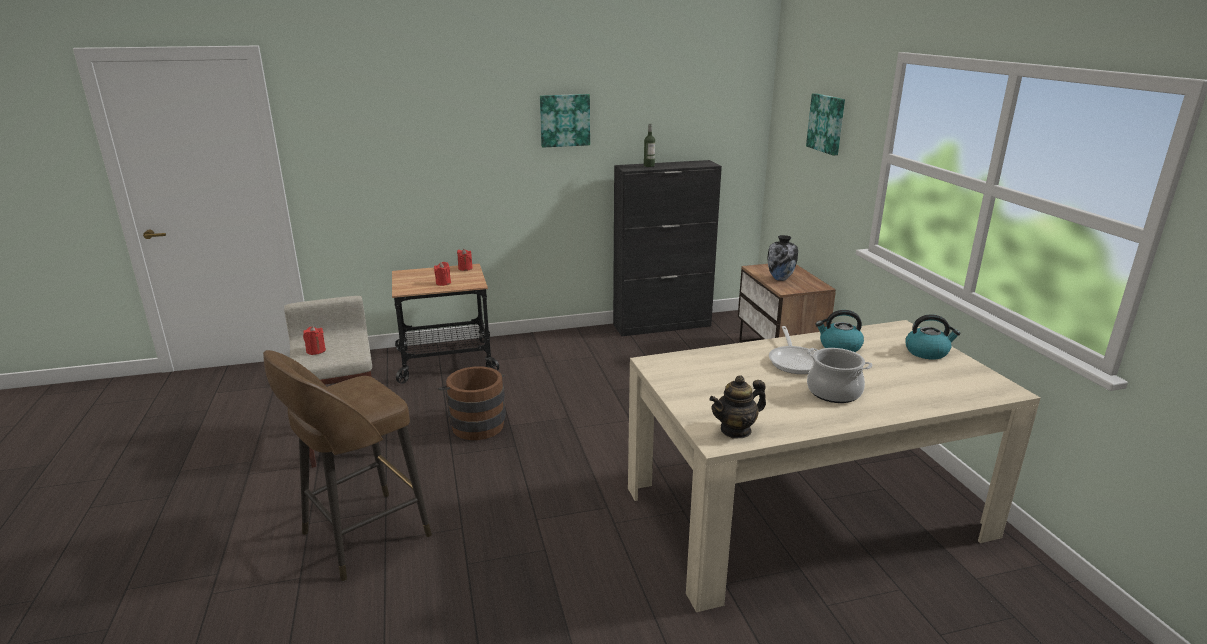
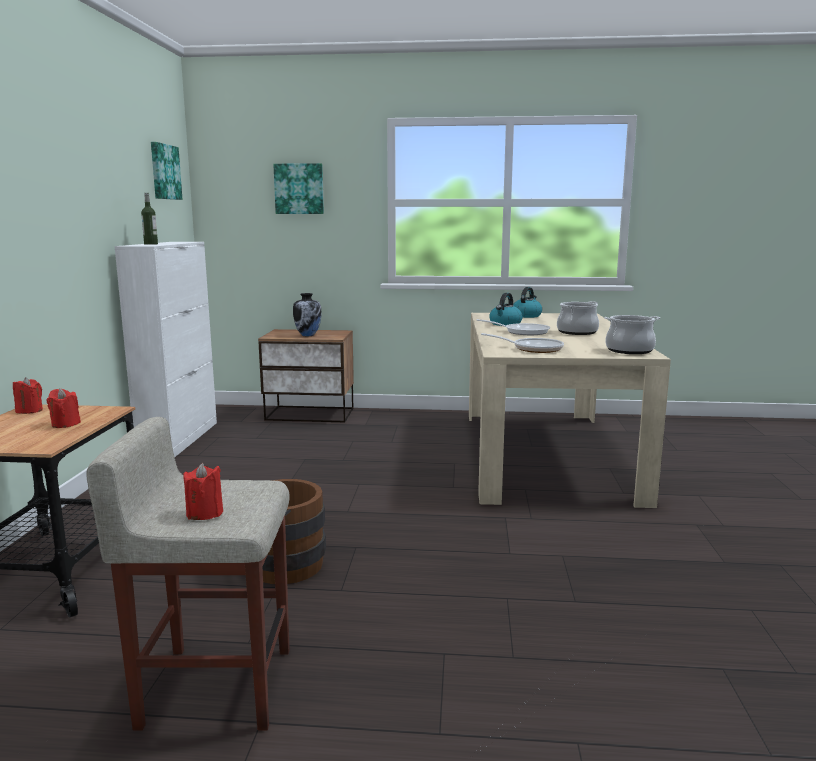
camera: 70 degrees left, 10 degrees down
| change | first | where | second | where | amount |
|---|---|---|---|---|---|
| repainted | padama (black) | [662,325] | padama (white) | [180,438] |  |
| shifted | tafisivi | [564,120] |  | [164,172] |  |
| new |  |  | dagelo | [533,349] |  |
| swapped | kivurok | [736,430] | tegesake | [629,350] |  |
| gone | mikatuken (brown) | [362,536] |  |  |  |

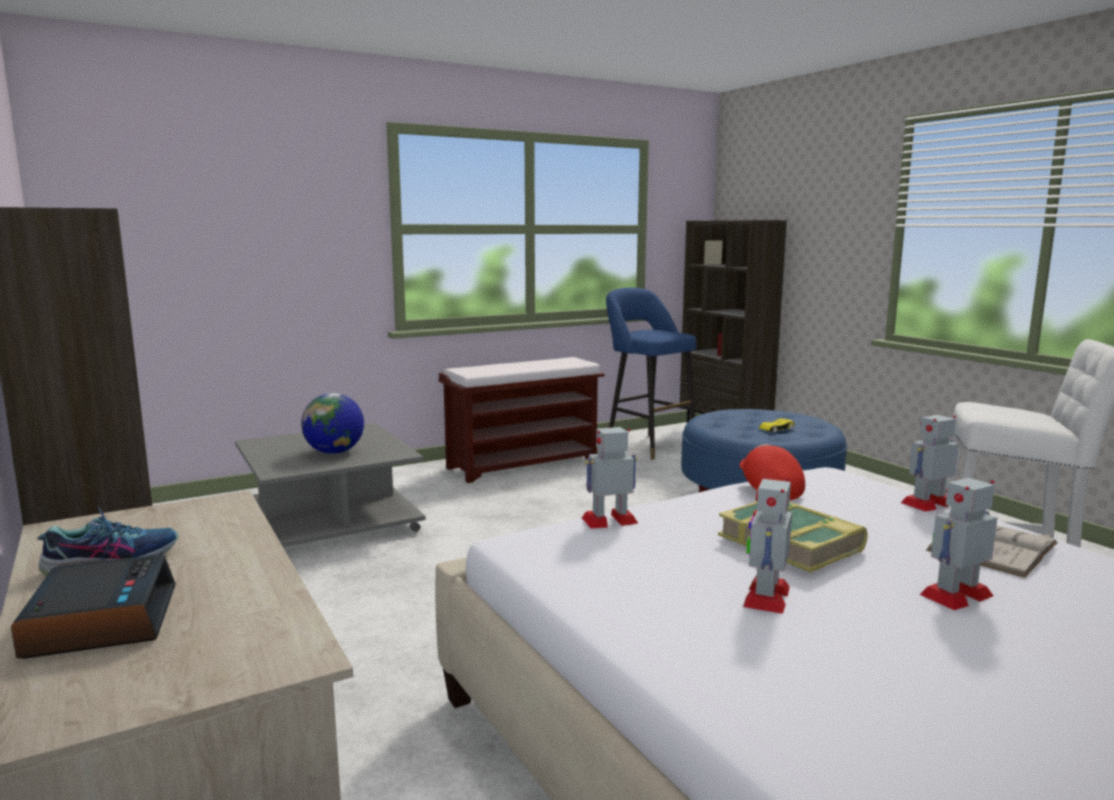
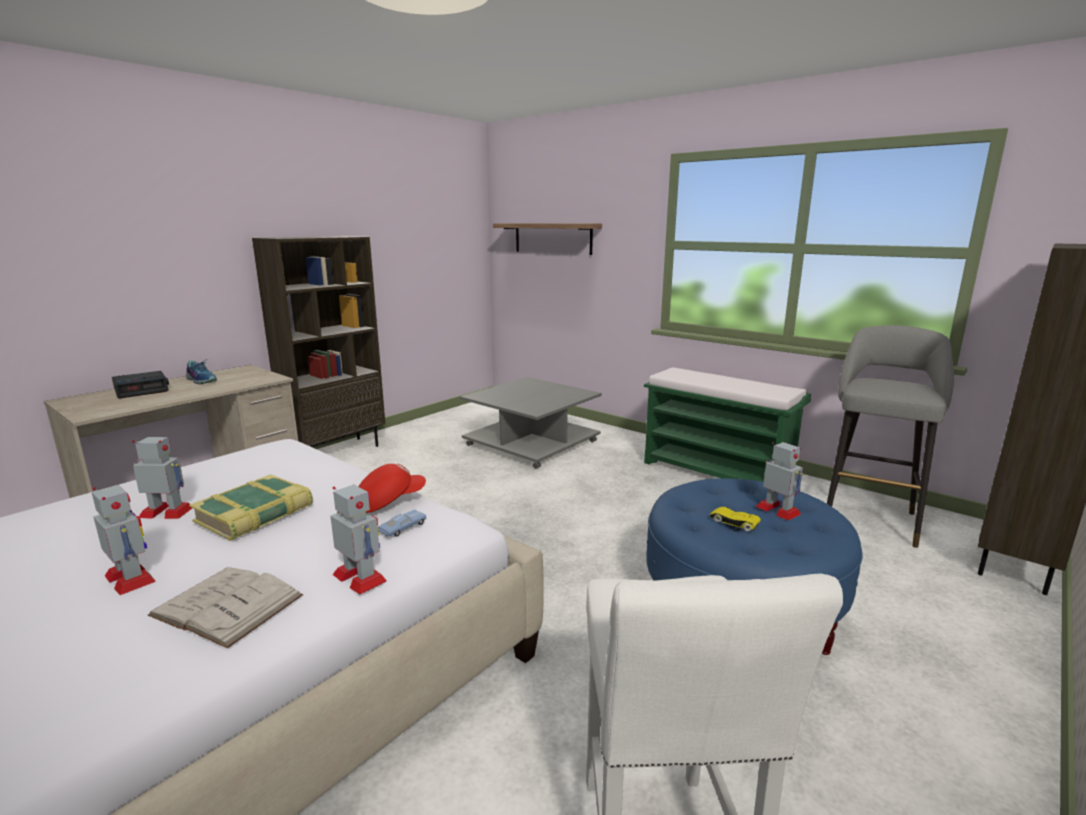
camera: 70 degrees right, 5 degrees up
| change | first | where | second | where | amount |
|---|---|---|---|---|---|
| new |  |  | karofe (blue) | [403,528] |  |
| new |  |  | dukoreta | [552,238] |  |
| repainted | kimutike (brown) | [524,464] | kimutike (green) | [717,472] |  |
| shifted | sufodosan | [610,520] |  | [778,510] |  |
| repainted | mikatuken (blue) | [647,445] | mikatuken (grey) | [869,517] |  |
| gone | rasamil | [334,452] |  |  |  |

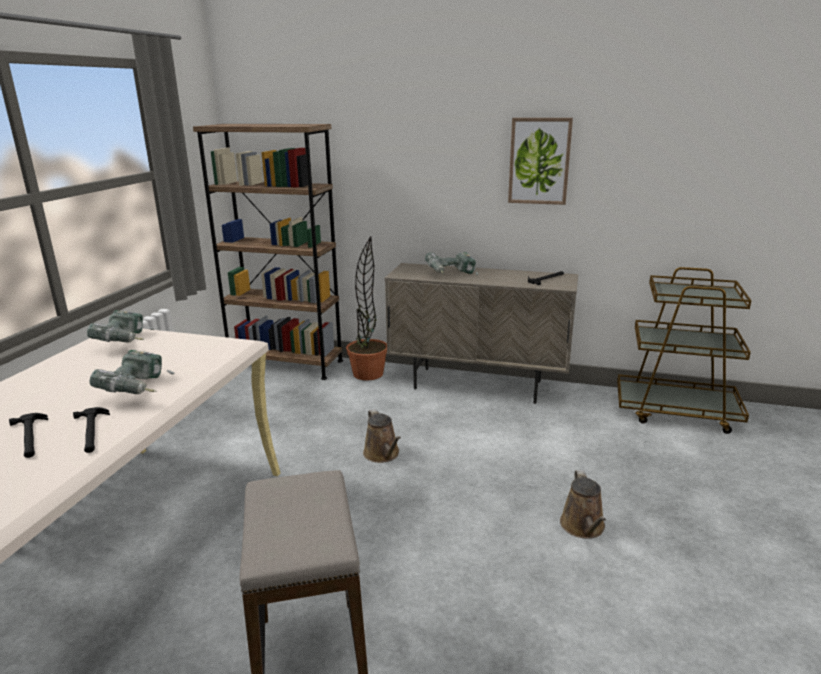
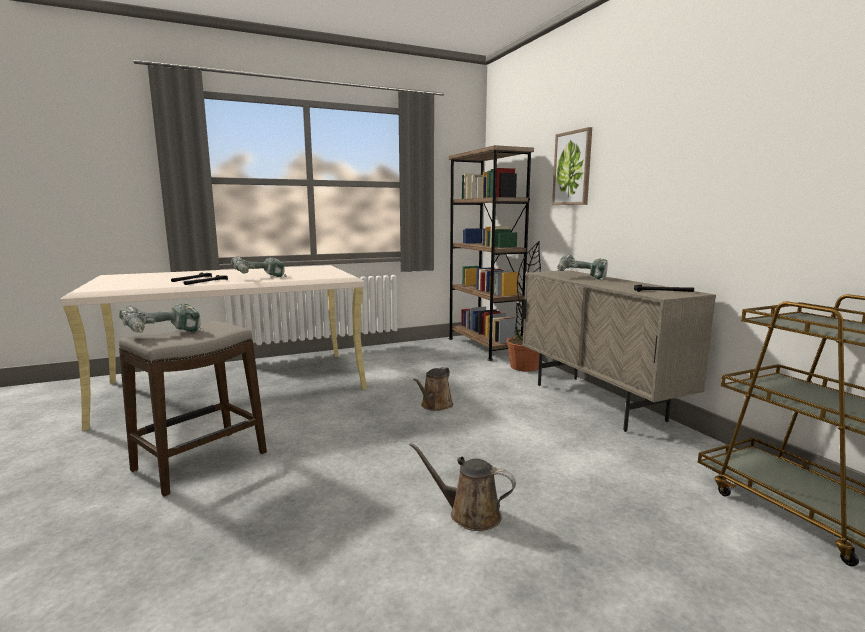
camera: 50 degrees right, 10 degrees down
| change | first | where | second | where | amount |
|---|---|---|---|---|---|
| shifted | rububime | [126,342] |  | [164,335] |  |
| rotated | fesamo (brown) | [583,527] |  | [469,514] | 60 degrees clockwise |
| shifted | tafisivi | [539,161] |  | [572,168] |  |

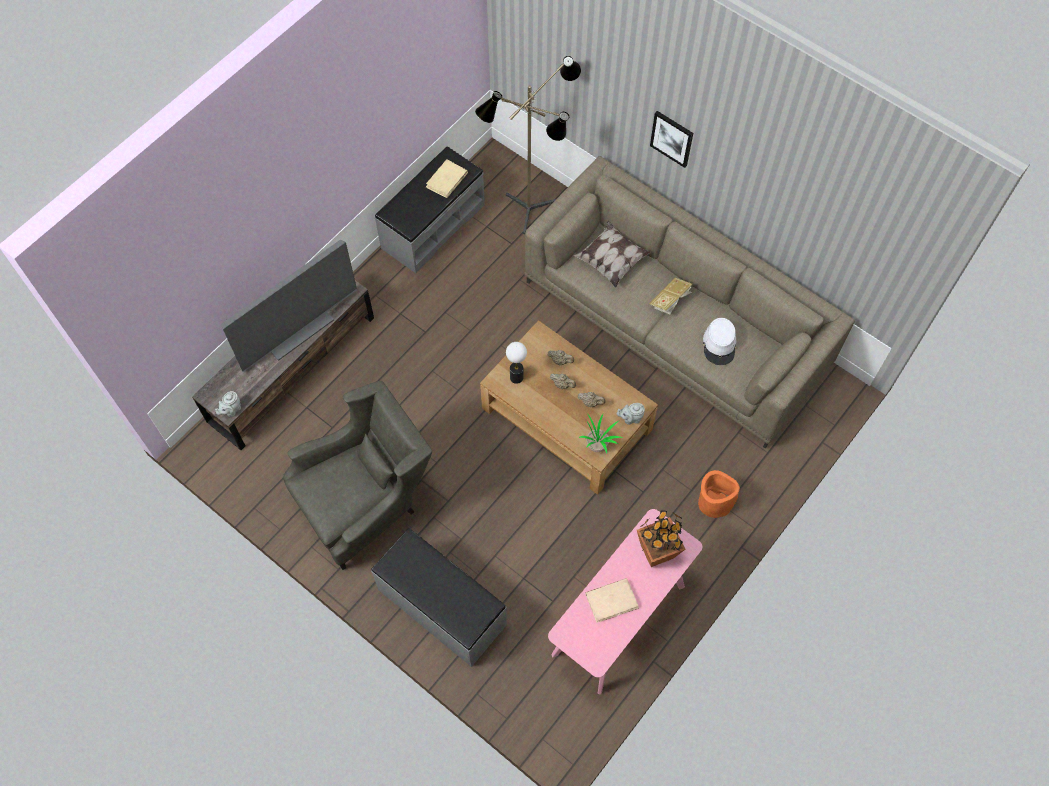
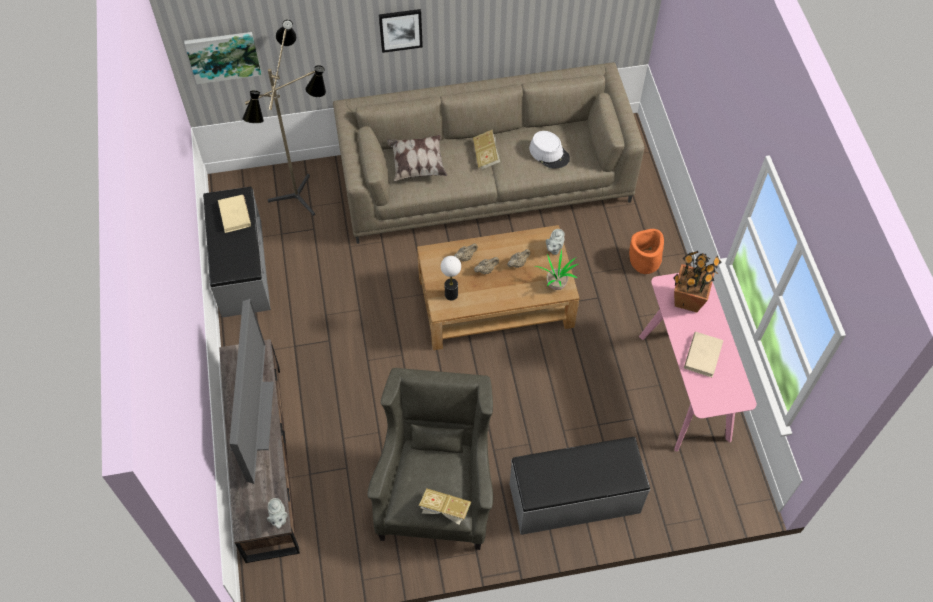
camera: 50 degrees left, 5 degrees down
| change | first | where | second | where | amount |
|---|---|---|---|---|---|
| new |  |  | tafisivi | [223,56] |  |
| new |  |  | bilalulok | [444,510] |  |

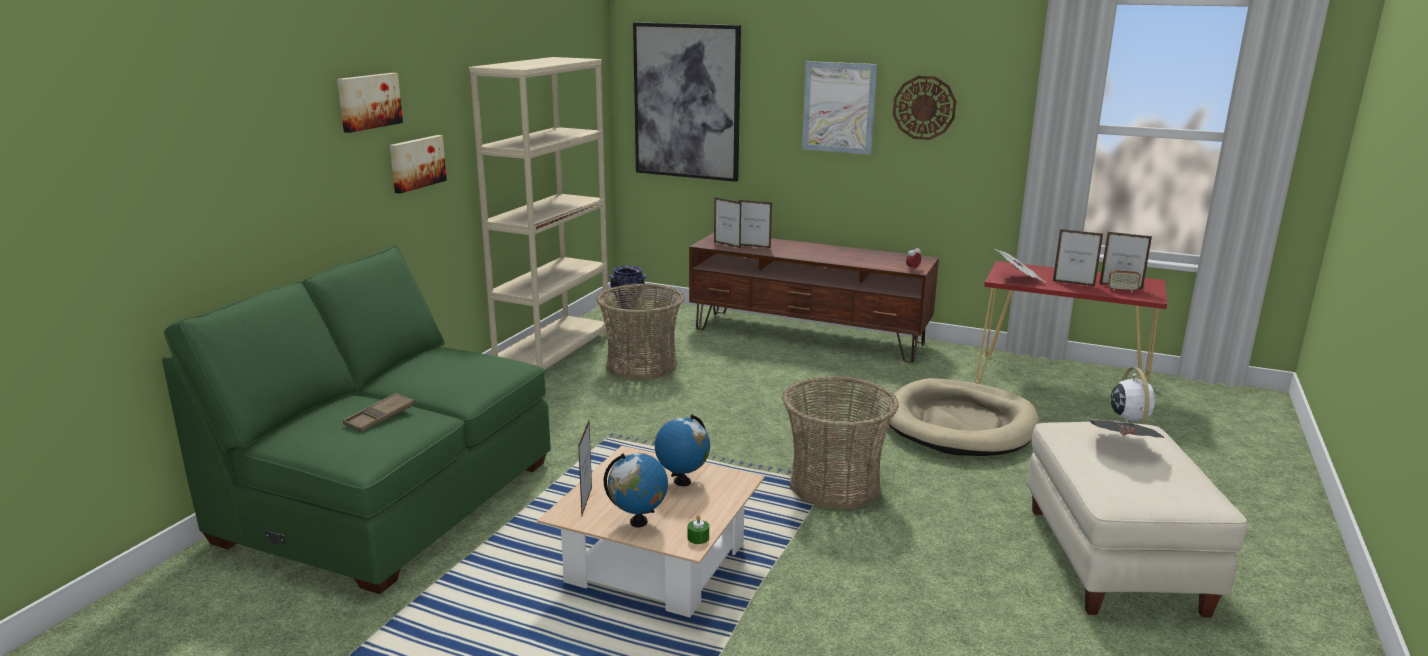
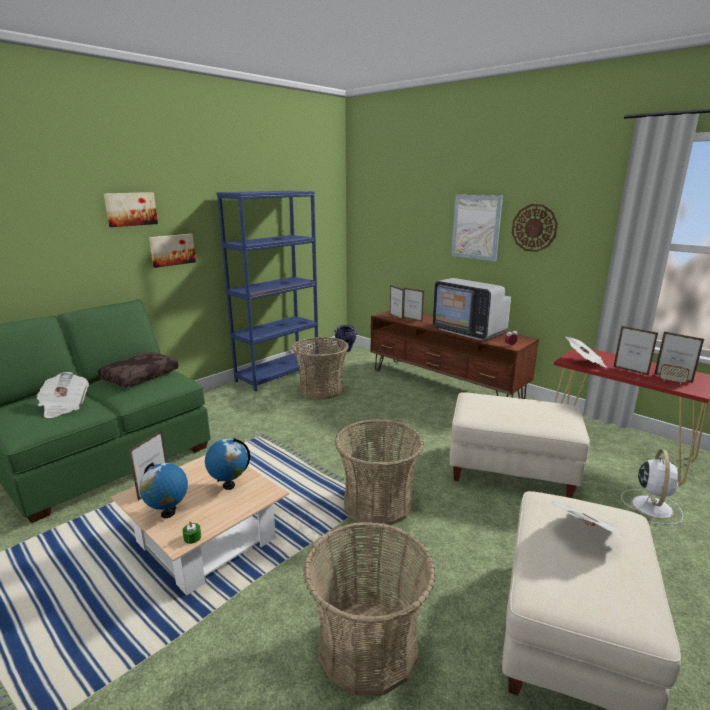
camera: 20 degrees right, 0 degrees up
| change | first | where | second | where | amount |
|---|---|---|---|---|---|
| swapped | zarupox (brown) | [380,417] | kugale | [64,406] |  |
| new |  |  | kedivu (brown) | [140,376] |  |
| repainted | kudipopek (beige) | [554,352] | kudipopek (blue) | [278,374] |  |
| new |  |  | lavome | [368,647] |  |
| new |  |  | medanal | [469,331] |  |
| swapped | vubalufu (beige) | [960,424] | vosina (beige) | [510,469] |  |
| gone | tafisivi | [687,102] |  |  |  |

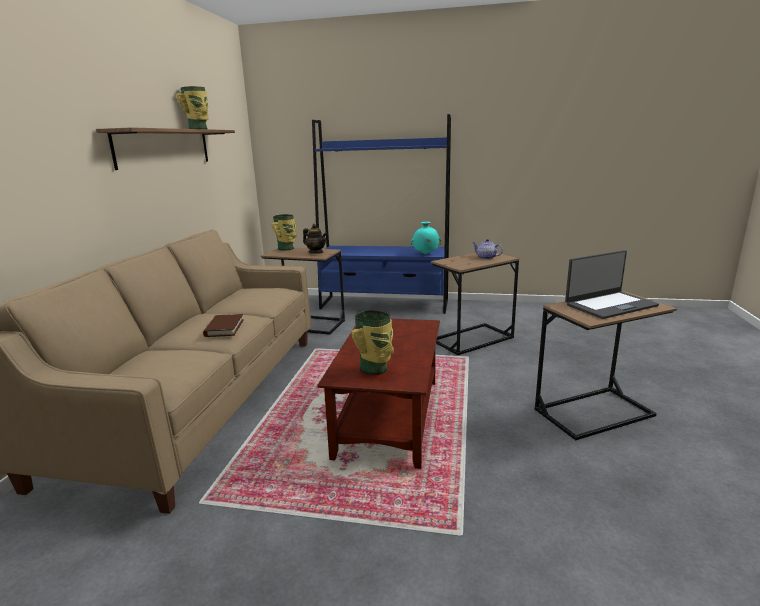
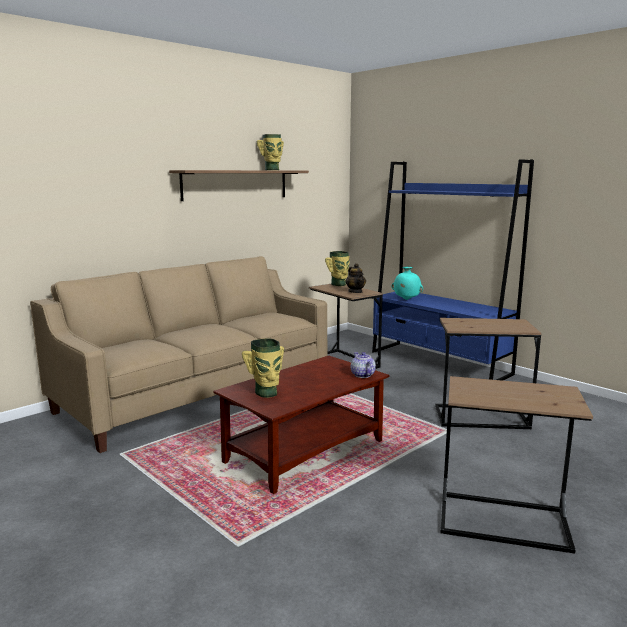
camera: 35 degrees right, 5 degrees down
| change | first | where | second | where | amount |
|---|---|---|---|---|---|
| shifted | kivurok | [486,258] |  | [362,375] |  |
| shifted | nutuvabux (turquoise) | [425,254] |  | [406,299] |  |
| gone | bilalulok (brown) | [224,328] |  |  |  |
| gone | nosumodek | [610,305] |  |  |  |

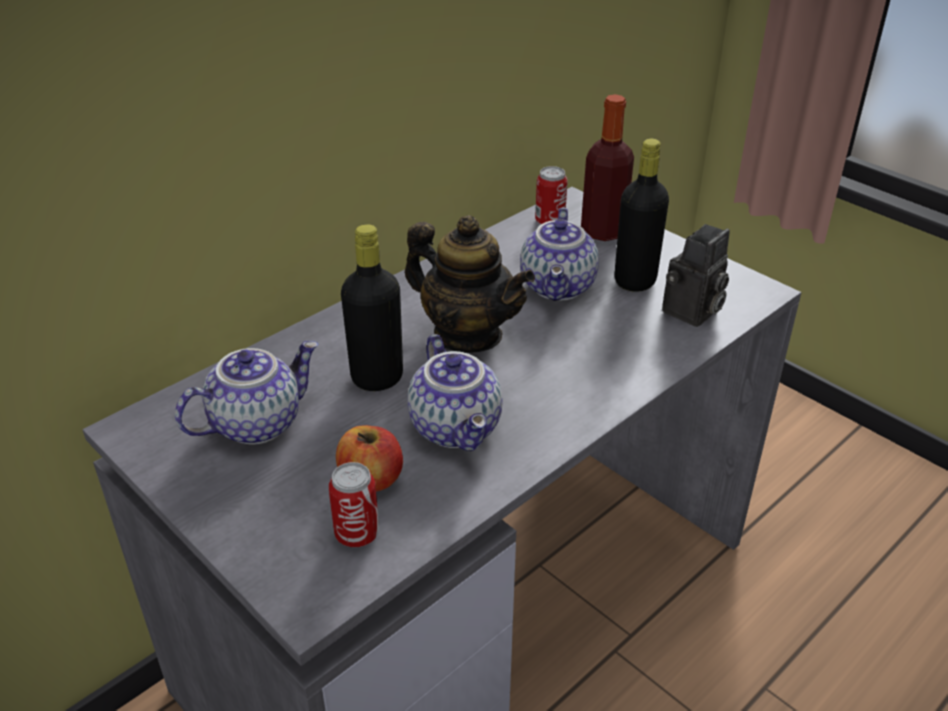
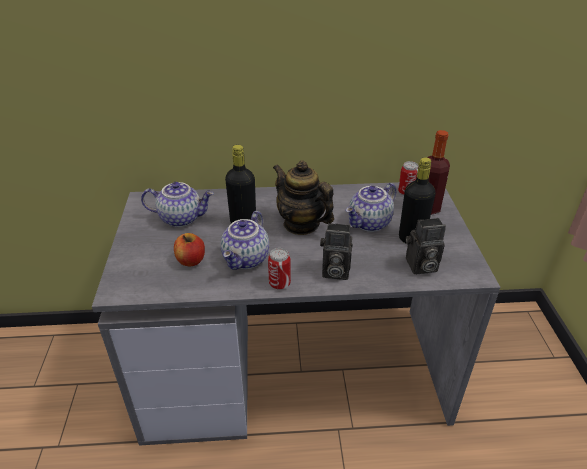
camera: 40 degrees right, 0 degrees up
| change | first | where | second | where | amount |
|---|---|---|---|---|---|
| shifted | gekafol | [357,534] |  | [279,284] |  |
| rotated | kivurok | [468,334] |  | [301,224] | 150 degrees clockwise |
| new |  |  | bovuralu | [334,271] |  |

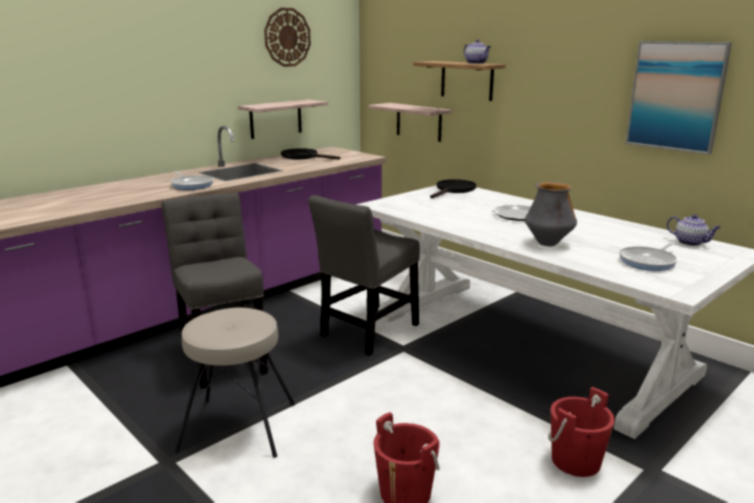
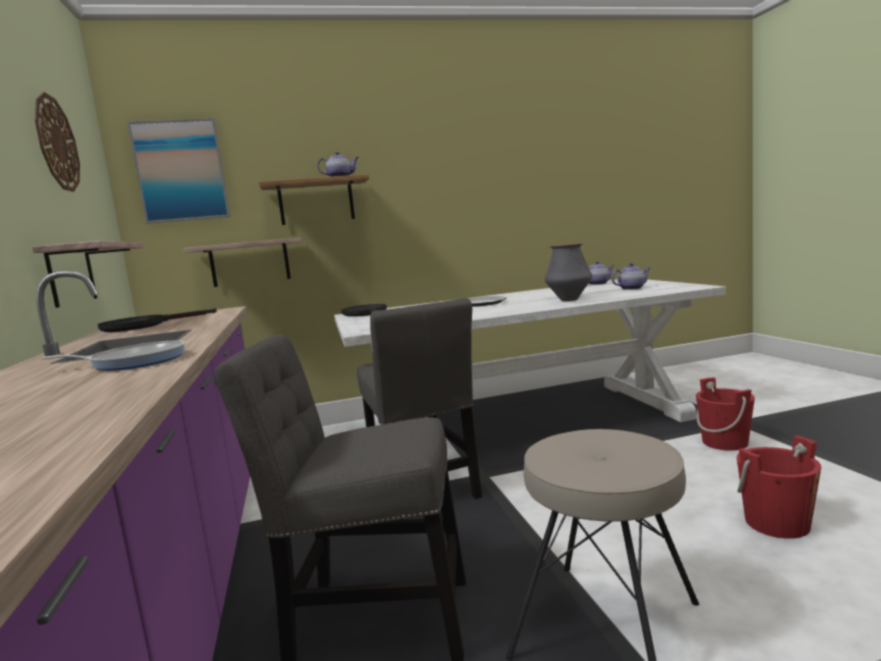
camera: 60 degrees left, 10 degrees down
| change | first | where | second | where | amount |
|---|---|---|---|---|---|
| shifted | tafisivi | [676,96] |  | [181,171] |  |
| swapped | dagelo | [649,261] | kivurok | [632,288] |  |

